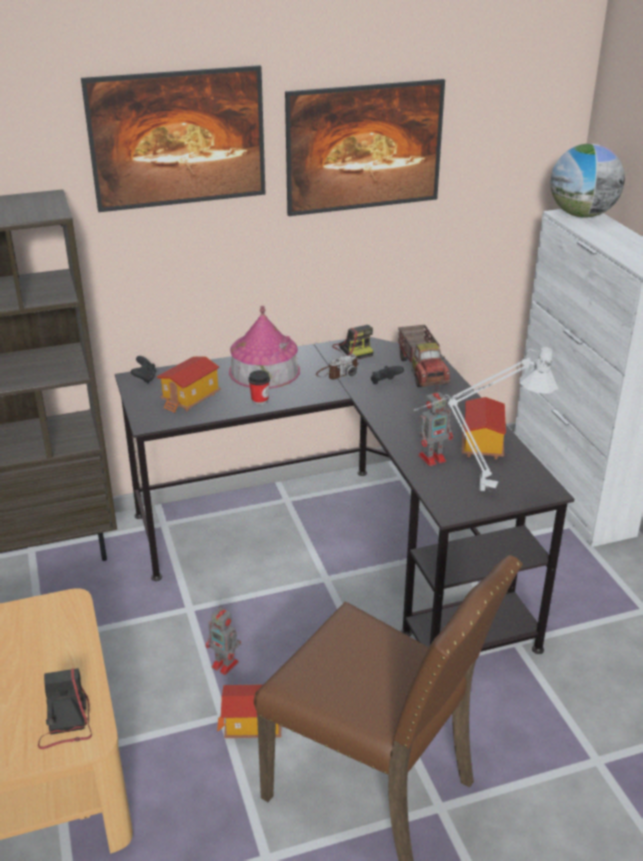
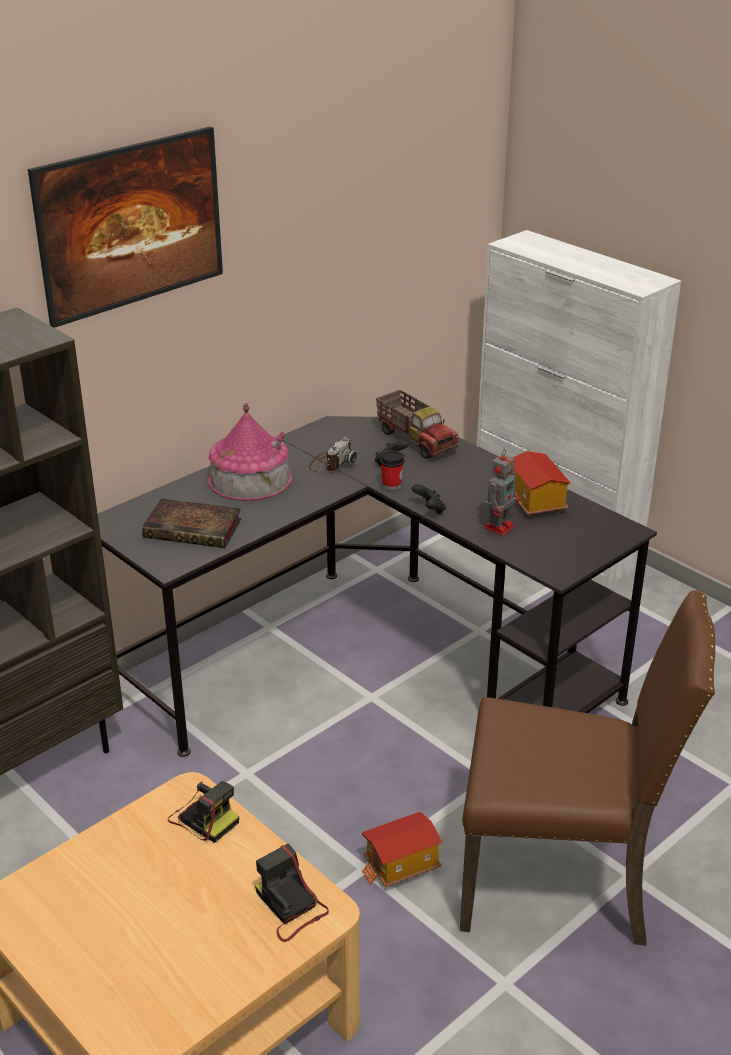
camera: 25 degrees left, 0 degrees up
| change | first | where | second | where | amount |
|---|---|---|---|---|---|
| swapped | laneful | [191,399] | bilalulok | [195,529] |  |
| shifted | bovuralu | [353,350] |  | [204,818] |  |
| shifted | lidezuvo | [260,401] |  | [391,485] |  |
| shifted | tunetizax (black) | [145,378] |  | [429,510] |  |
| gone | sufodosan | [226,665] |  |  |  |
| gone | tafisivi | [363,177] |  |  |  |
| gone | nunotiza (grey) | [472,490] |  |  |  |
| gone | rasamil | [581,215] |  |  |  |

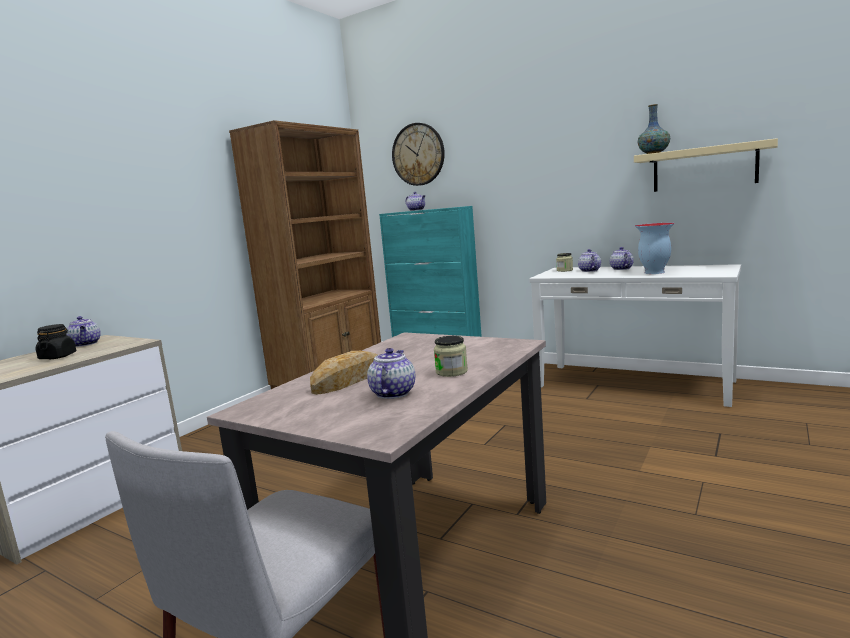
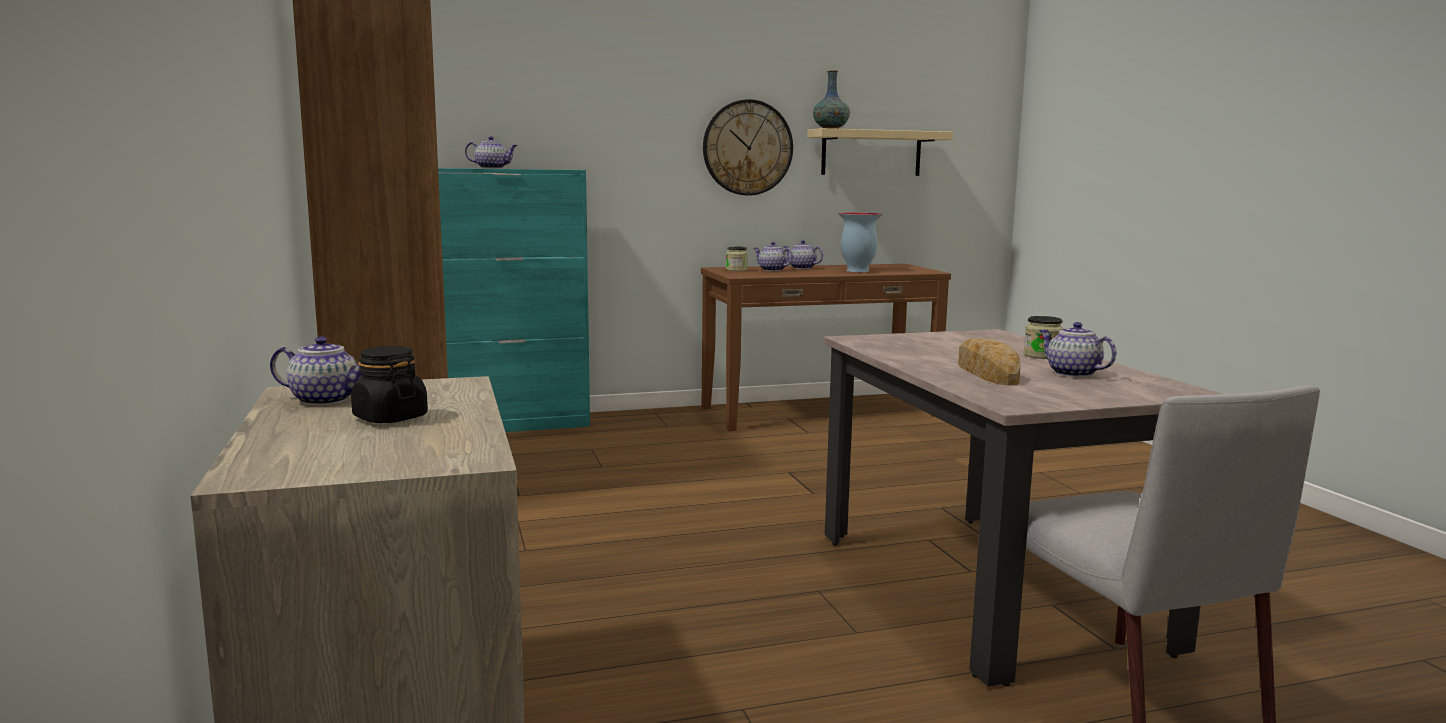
camera: 50 degrees left, 0 degrees up
| change | first | where | second | where | amount |
|---|---|---|---|---|---|
| repainted | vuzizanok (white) | [633,383] | vuzizanok (brown) | [819,411] |  |
| shifted | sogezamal | [418,154] |  | [747,148] |  |

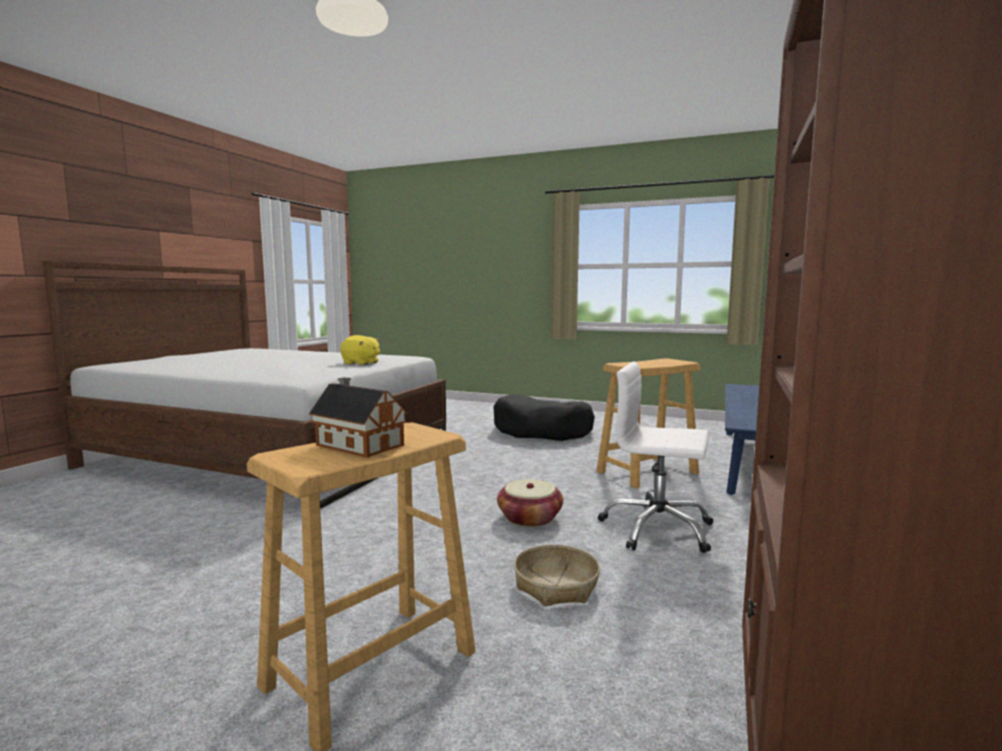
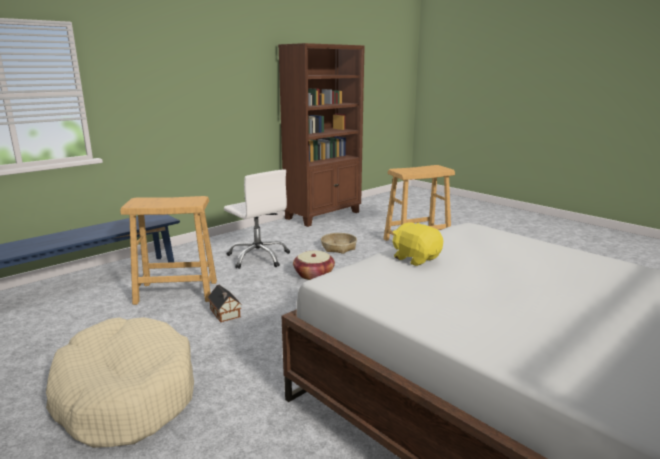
camera: 155 degrees left, 10 degrees up
| change | first | where | second | where | amount |
|---|---|---|---|---|---|
| repainted | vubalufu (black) | [542,431] | vubalufu (beige) | [125,394] |  |
| shifted | laneful | [358,444] |  | [225,313] |  |

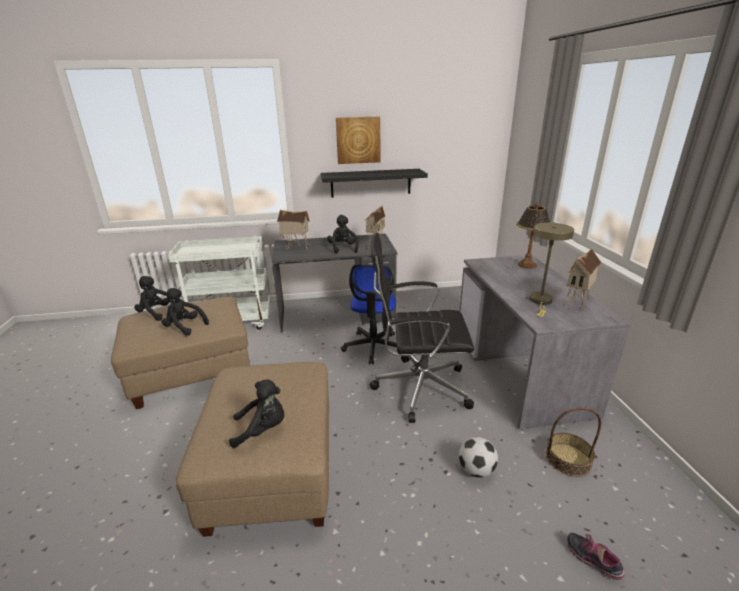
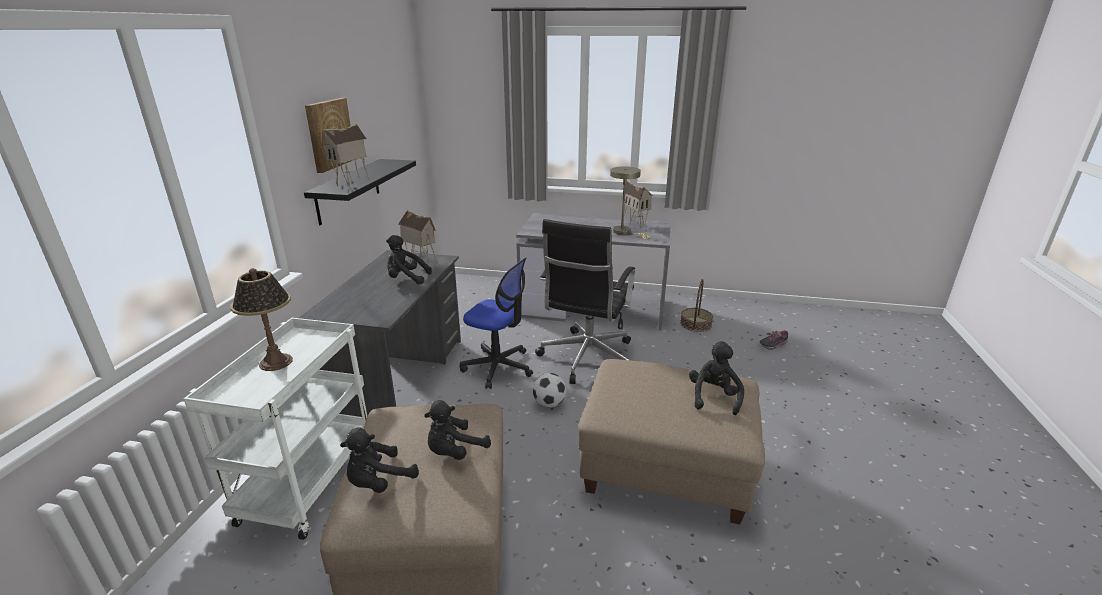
camera: 70 degrees left, 0 degrees up
| change | first | where | second | where | amount |
|---|---|---|---|---|---|
| shifted | nunotiza | [527,265] |  | [276,362] |  |
| shifted | laneful | [296,248] |  | [352,183] |  |
| shifted | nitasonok | [476,470] |  | [549,403] |  |

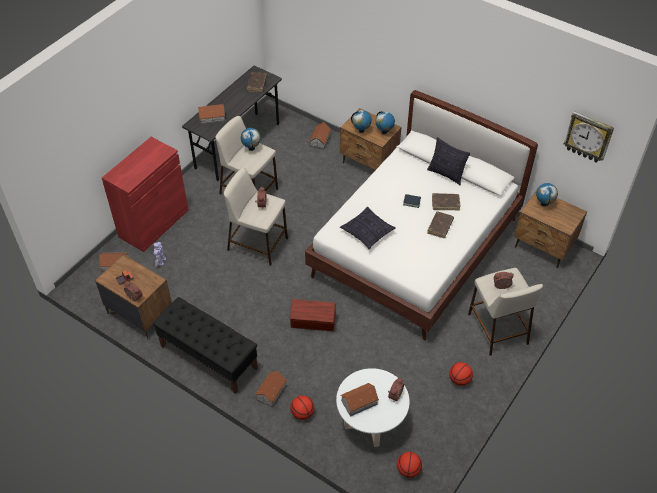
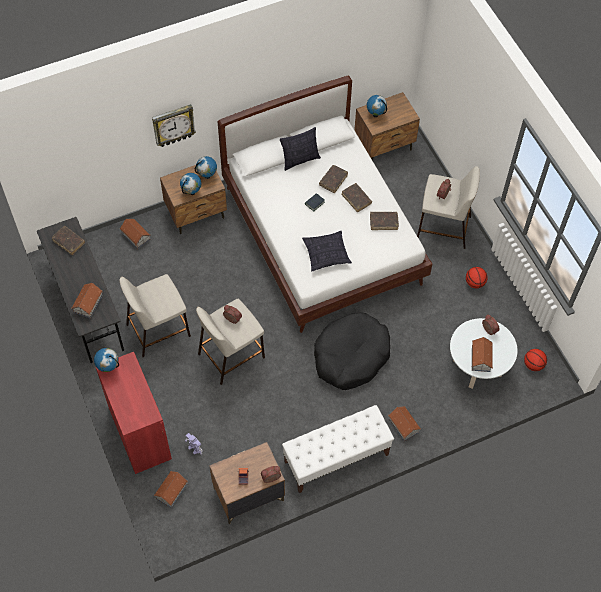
camera: 60 degrees left, 10 degrees up
| change | first | where | second | where | amount |
|---|---|---|---|---|---|
| shifted | rasamil | [251,148] |  | [108,367] |  |
| shifted | sogezamal | [588,137] |  | [173,125] |  |
| repainted | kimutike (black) | [208,357] | kimutike (white) | [336,458] |  |
| swapped | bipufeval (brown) | [313,322] | vubalufu (black) | [351,356] |  |
| new |  |  | bilalulok (brown) | [383,222] |  |
| gone | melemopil | [302,413] |  |  |  |

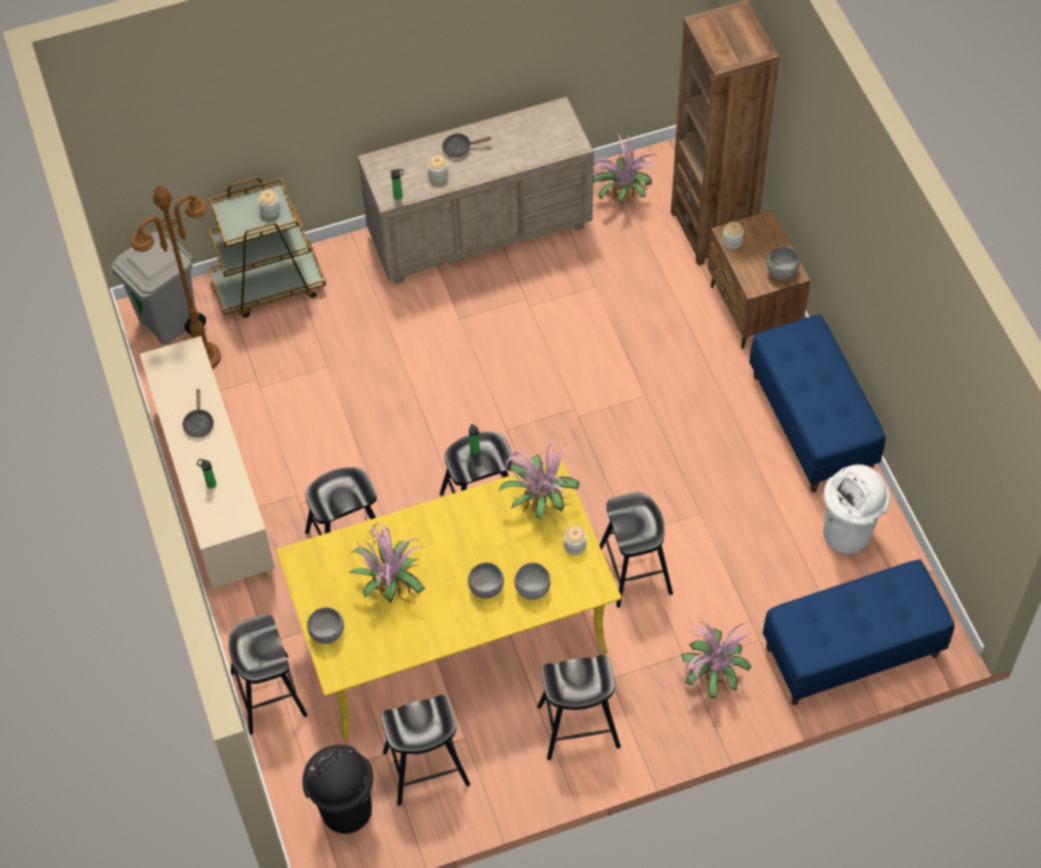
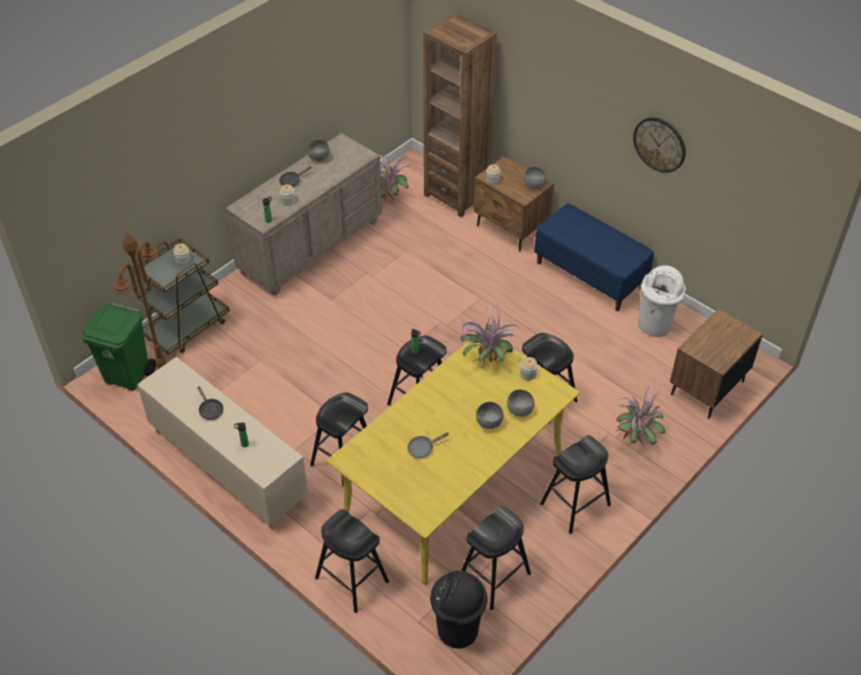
camera: 30 degrees left, 10 degrees down
| change | first | where | second | where | amount |
|---|---|---|---|---|---|
| repainted | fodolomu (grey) | [170,322] | fodolomu (green) | [128,376] |  |
| shifted | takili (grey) | [327,633] |  | [319,158] |  |
| swapped | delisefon | [390,585] | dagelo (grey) | [423,448] |  |
| new |  |  | sogezamal | [660,144] |  |
| swapped | kimutike (blue) | [851,652] | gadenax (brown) | [706,388] |  |

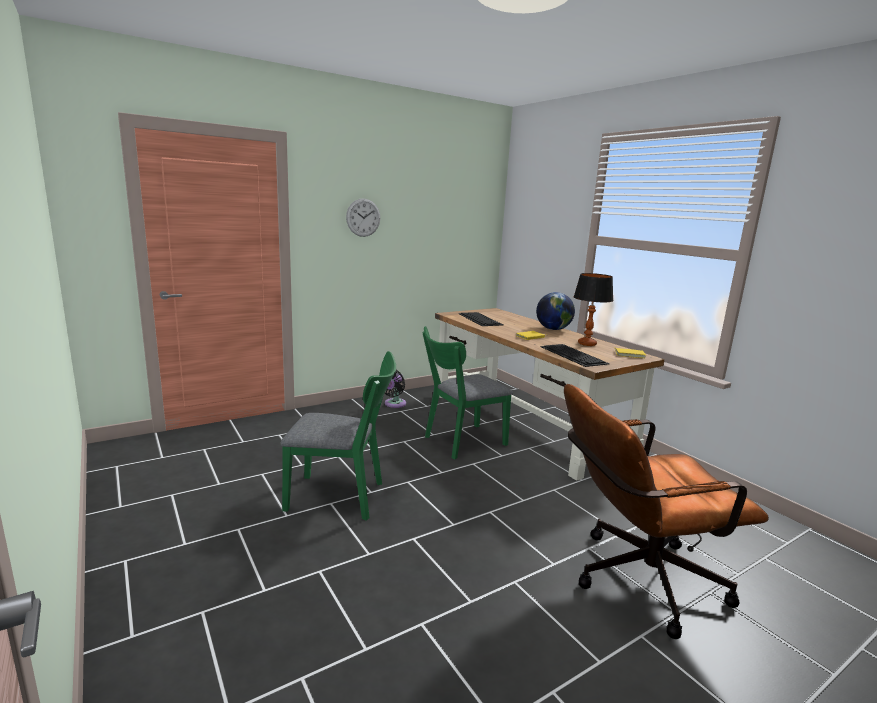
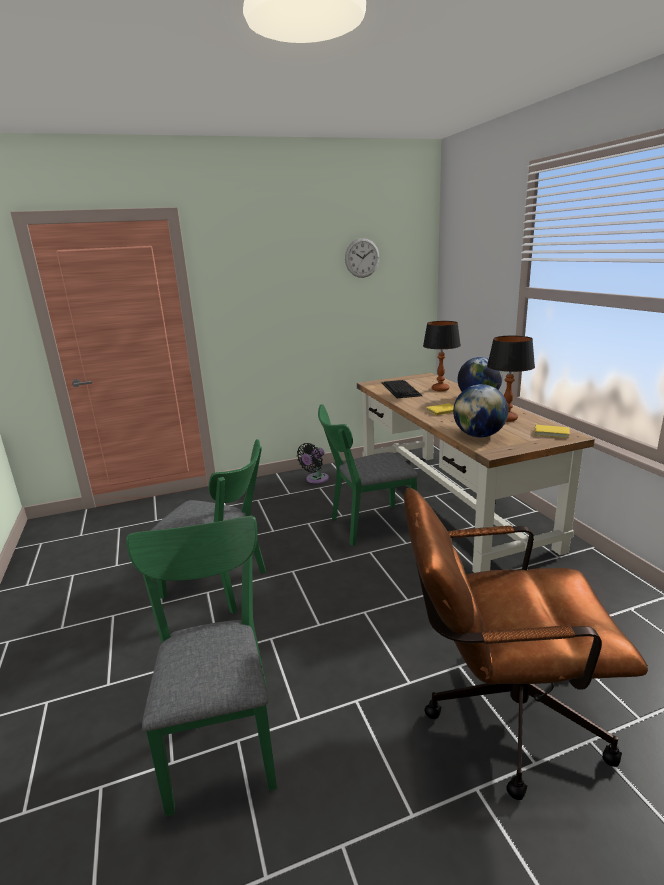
camera: 15 degrees right, 5 degrees up
| change | first | where | second | where | amount |
|---|---|---|---|---|---|
| new |  |  | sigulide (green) | [221,732] |  |
| shifted | sogezamal | [363,217] |  | [362,258] |  |
| new |  |  | nunotiza | [440,389] |  |
| swapped | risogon | [574,355] | rasamil | [479,435] |  |

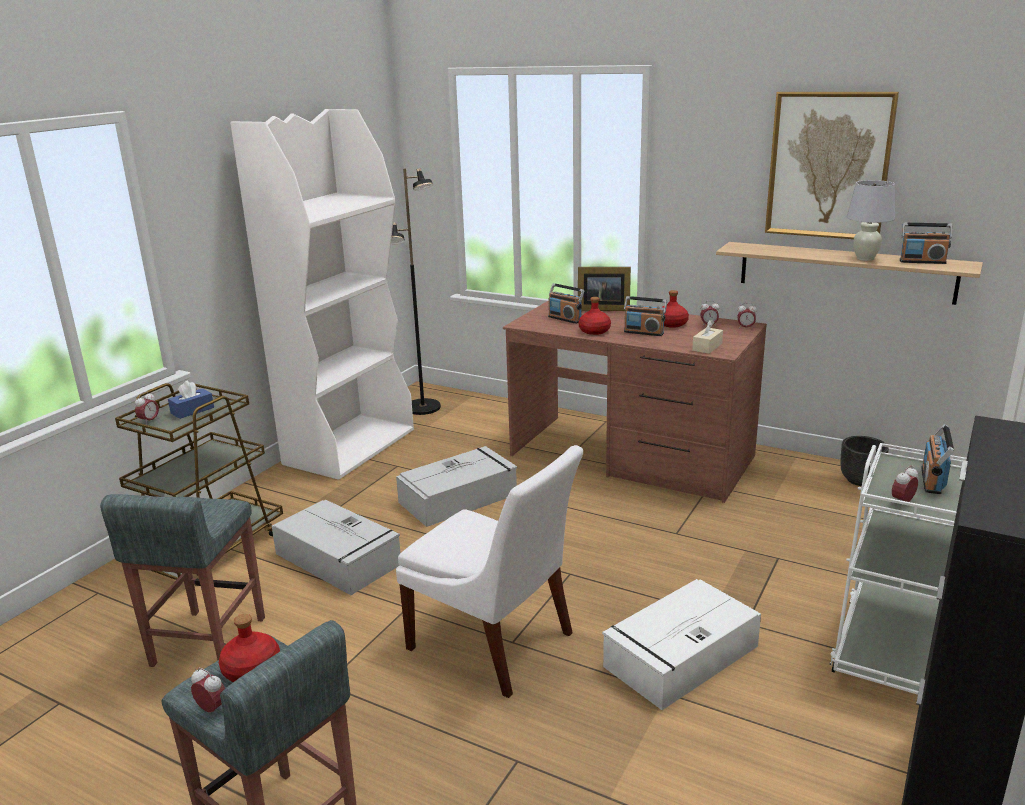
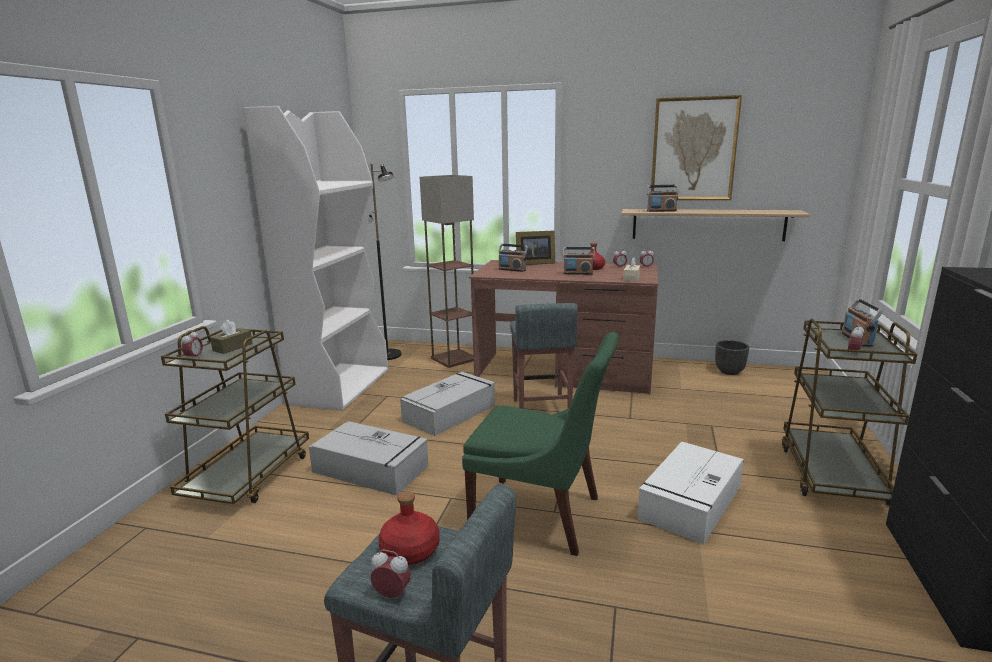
camera: 15 degrees left, 5 degrees down
| change | first | where | second | where | amount |
|---|---|---|---|---|---|
| repainted | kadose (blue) | [192,410] | kadose (brown) | [232,347] |  |
| new |  |  | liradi | [454,359] |  |
| repainted | sigulide (white) | [495,644] | sigulide (green) | [541,516] |  |
| shifted | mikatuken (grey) | [207,642] |  | [541,410] |  |
| shifted | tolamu | [922,262] |  | [661,211] |  |
| repainted | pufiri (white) | [893,649] | pufiri (brown) | [831,474] |  |
| gone | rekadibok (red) | [594,331] |  |  |  |
| gone | nunotiza (white) | [865,259] |  |  |  |

